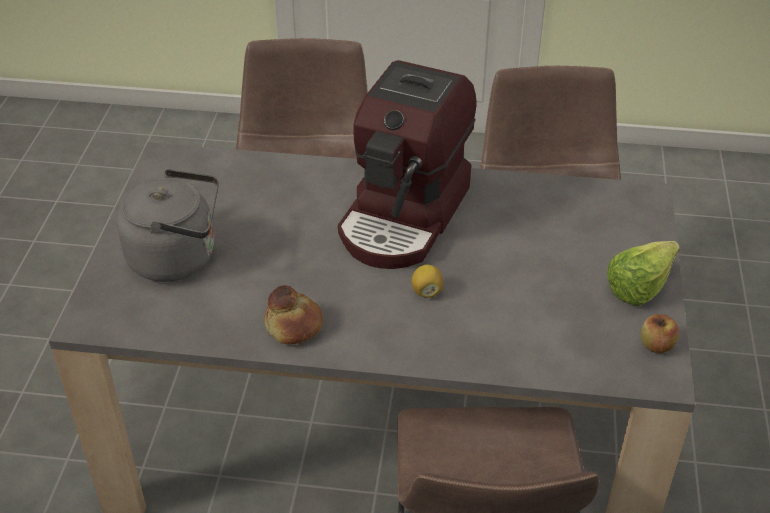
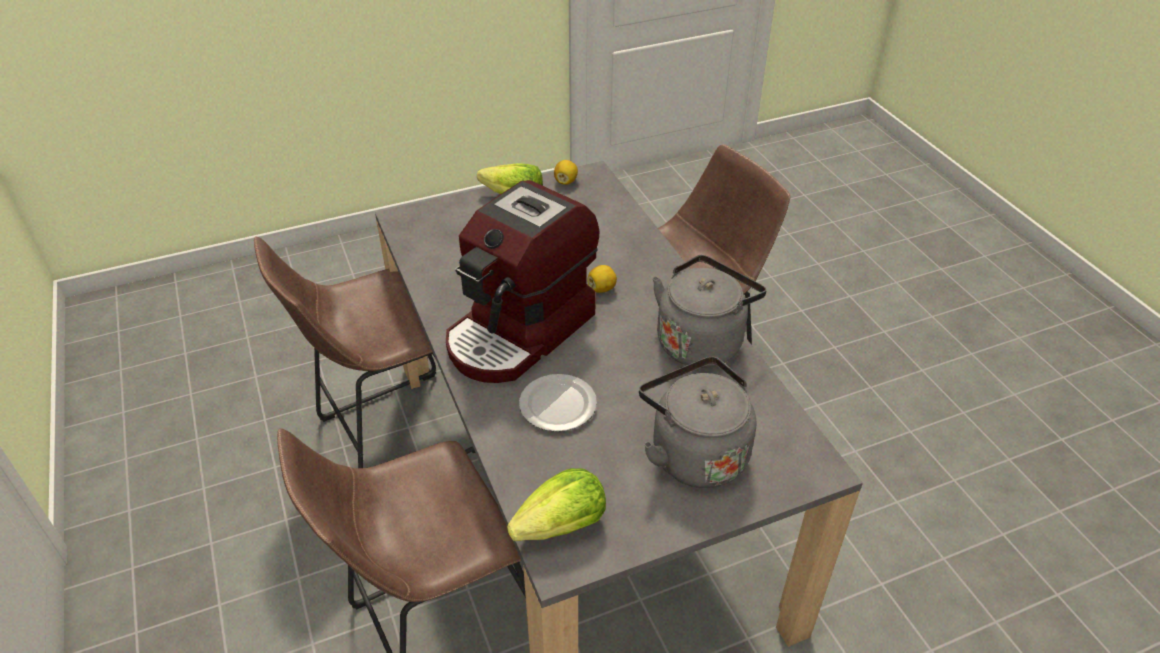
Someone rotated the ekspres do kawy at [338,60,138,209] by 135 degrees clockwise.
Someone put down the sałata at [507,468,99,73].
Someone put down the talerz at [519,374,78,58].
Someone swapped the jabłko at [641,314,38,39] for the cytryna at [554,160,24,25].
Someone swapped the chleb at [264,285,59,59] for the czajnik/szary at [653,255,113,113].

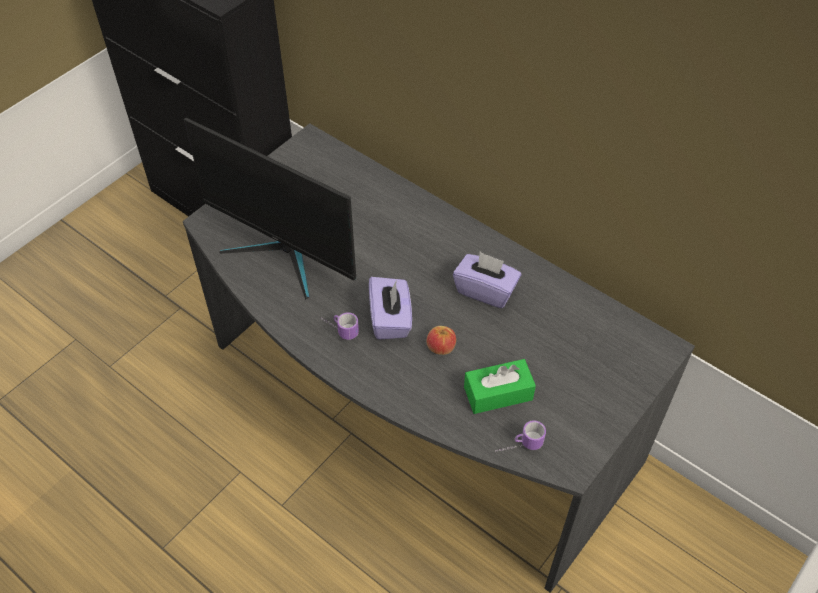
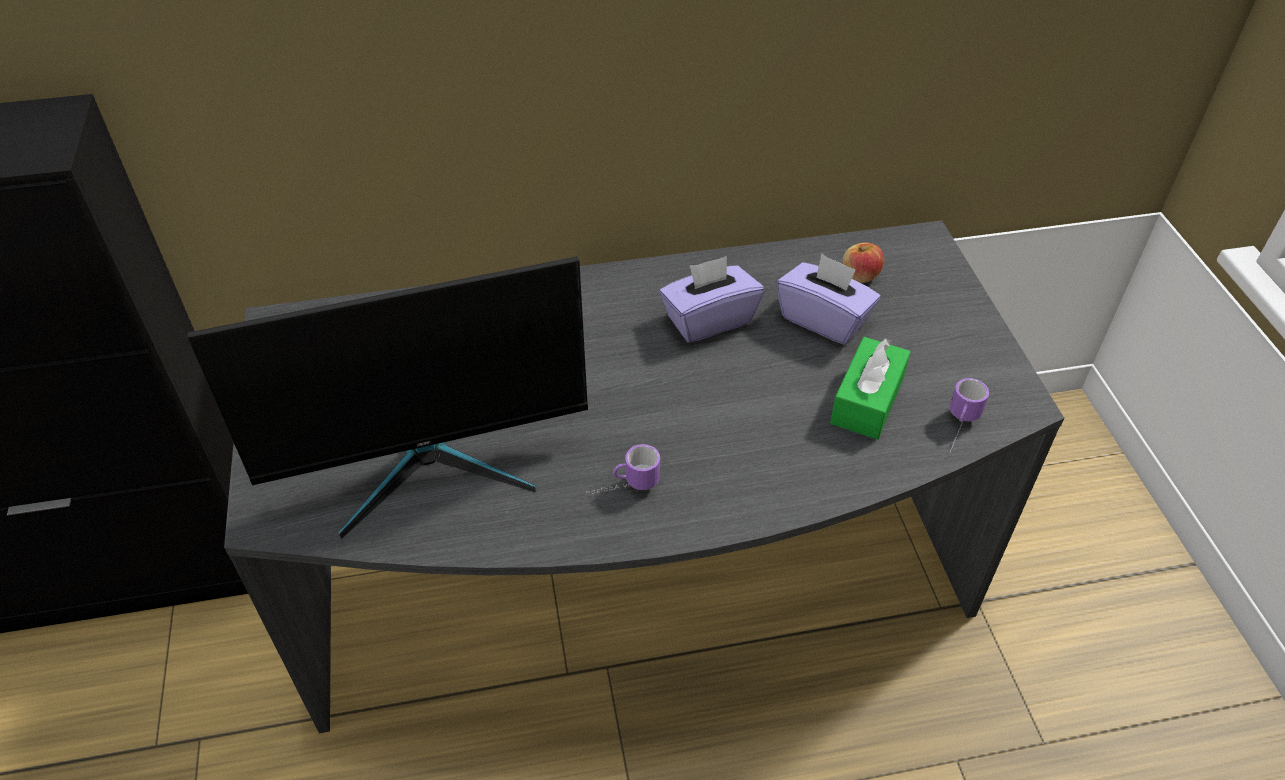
Someone carried the pudełko chusteczek/fioletowy from [369,277,43,63] to [777,254,104,91].
Someone carried the jabłko from [426,326,30,29] to [843,242,41,41].

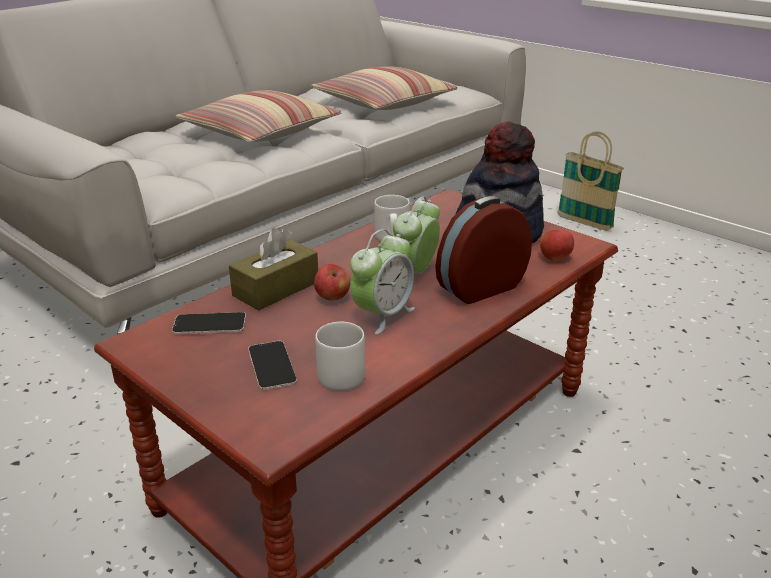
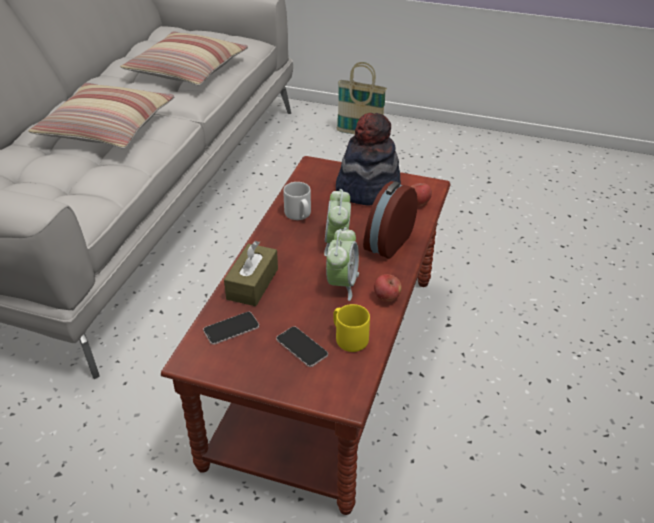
Someone repainted the kubek/szary at [315,322,50,69], which became the kubek/żółty at [333,304,37,48].
Someone carried the jabłko from [314,264,37,37] to [374,274,28,28].

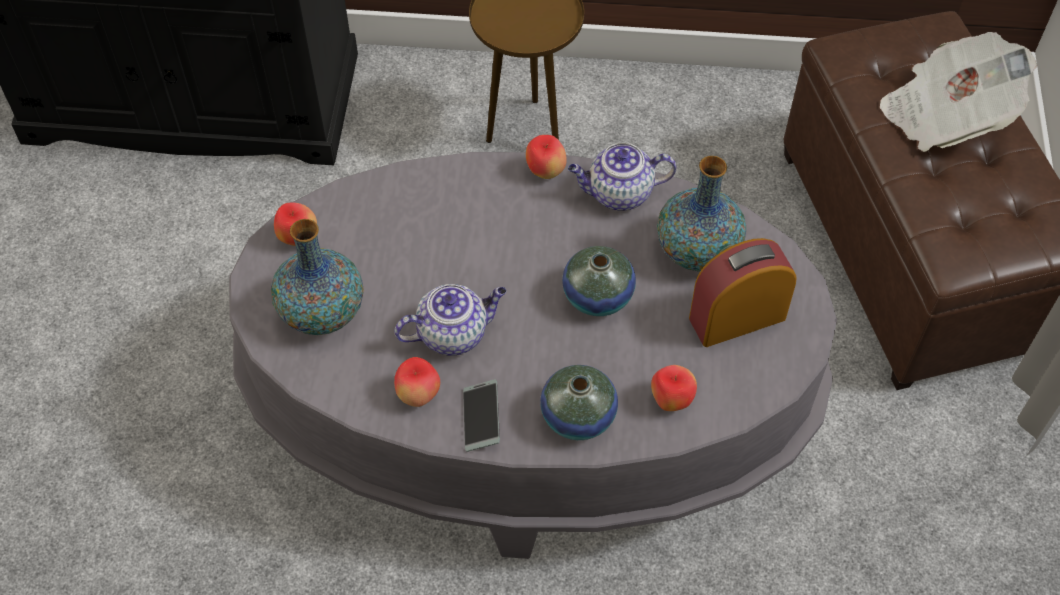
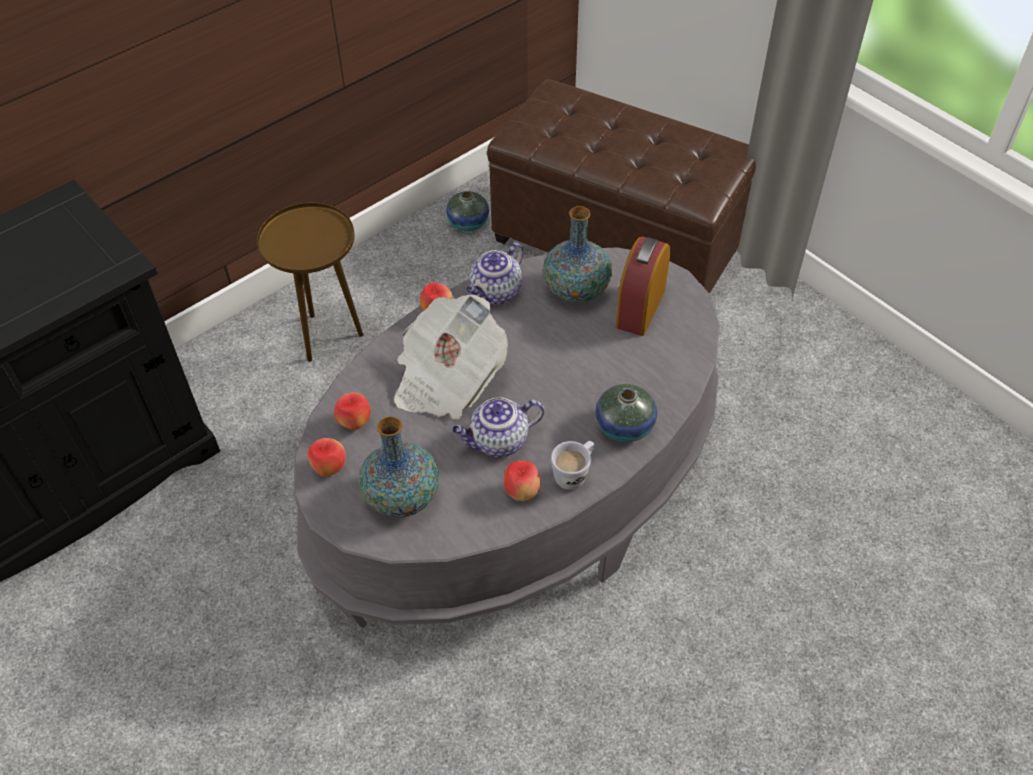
Someone carried the jabłko from [651,365,46,46] to [334,392,37,38].
Someone carried the gazeta from [880,32,157,120] to [394,295,114,124].
Someone carried the wazon from [562,246,74,70] to [446,191,43,40].
Someone rotated the imbryk at [394,284,112,72] by 135 degrees counterclockwise.
Someone swapped the telefon at [463,379,37,73] for the kubek/biały at [551,441,44,49].

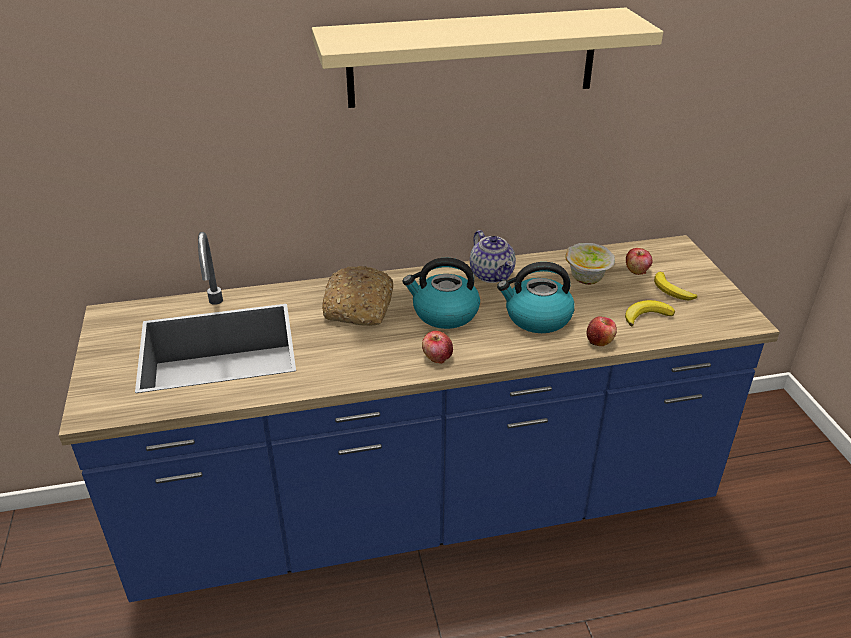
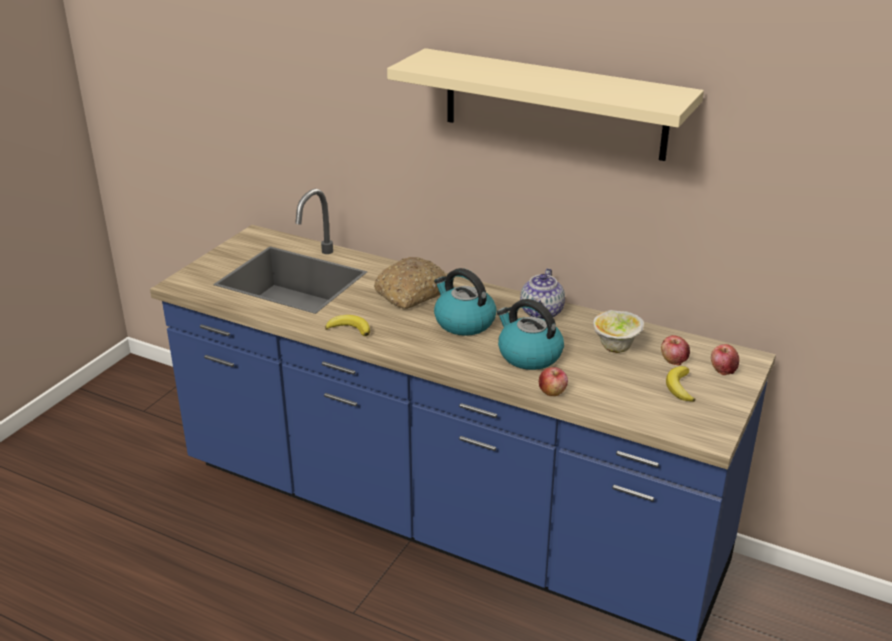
Someone carried the banan from [625,300,50,27] to [325,315,45,21].
Someone carried the jabłko from [422,331,31,33] to [711,344,28,31].

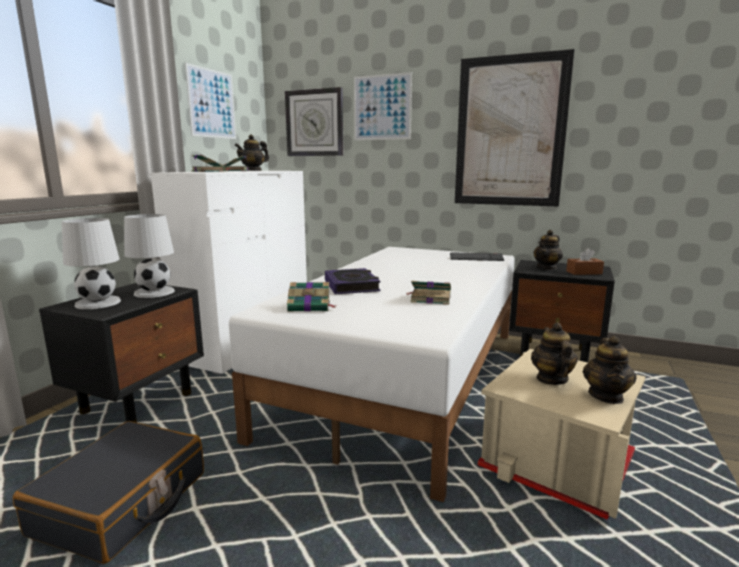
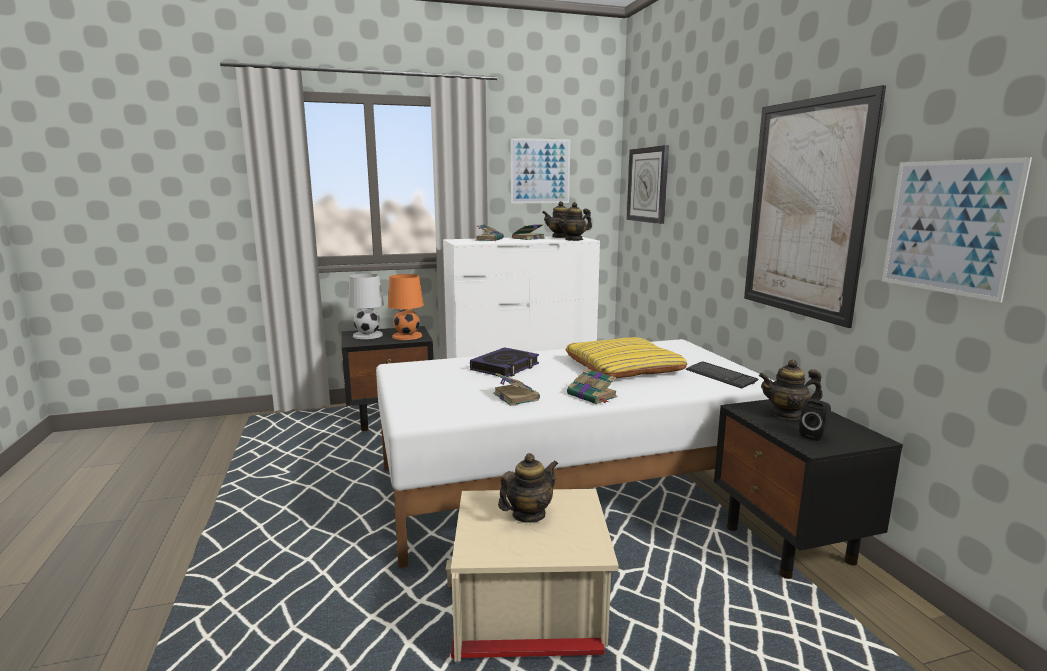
Someone repainted the lampa stołowa/biały at [124,214,51,84], which became the lampa stołowa/pomarańczowy at [388,274,36,66].
Someone carried the imbryk from [583,336,53,68] to [557,202,35,39].
Someone put down the poduszka/żółty at [565,337,122,41].
Someone carried the książka from [287,282,49,30] to [567,368,50,36].
Someone swapped the pudełko chusteczek/brązowy at [566,248,38,27] for the głośnik/czarny at [799,398,32,43].
Someone carried the obraz from [354,72,58,68] to [882,157,150,146].
Someone took away the walizka/czarny at [13,421,191,143].

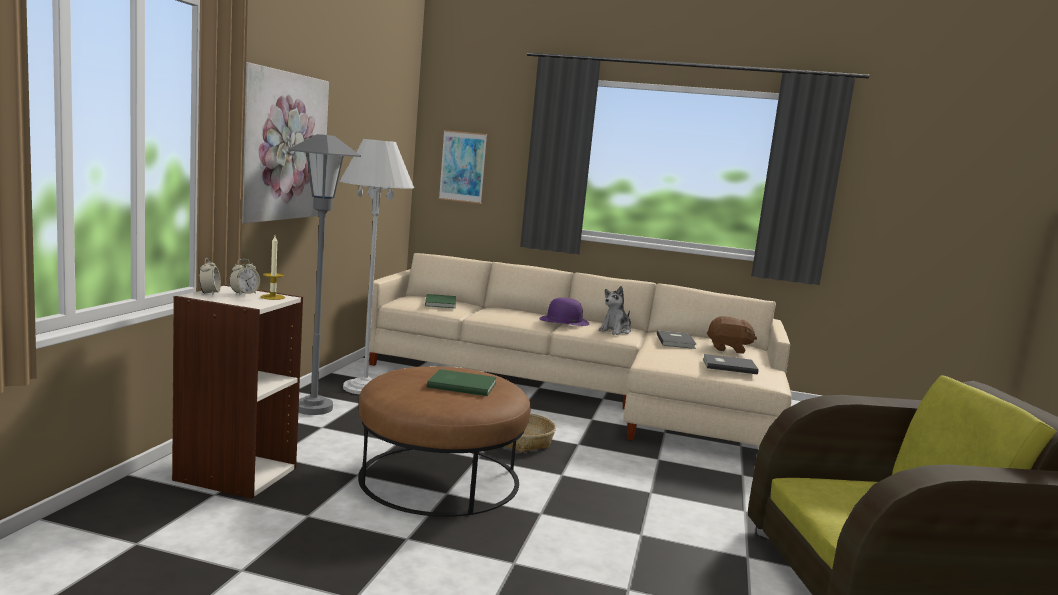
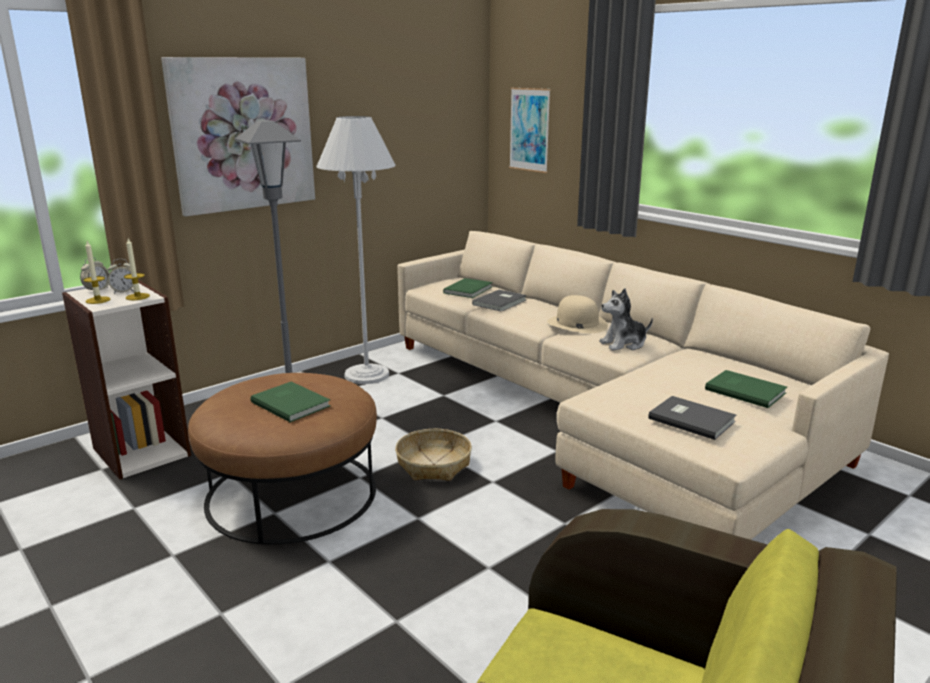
Someone put down the świeca at [84,241,27,63].
Someone carried the książka/szary from [657,331,40,18] to [472,290,55,21].
Someone repainted the kapelusz/fioletowy at [539,298,50,28], which became the kapelusz/beżowy at [547,295,61,38].
Someone swapped the pluszak/brązowy at [707,316,50,38] for the książka/zielony at [705,370,82,38].

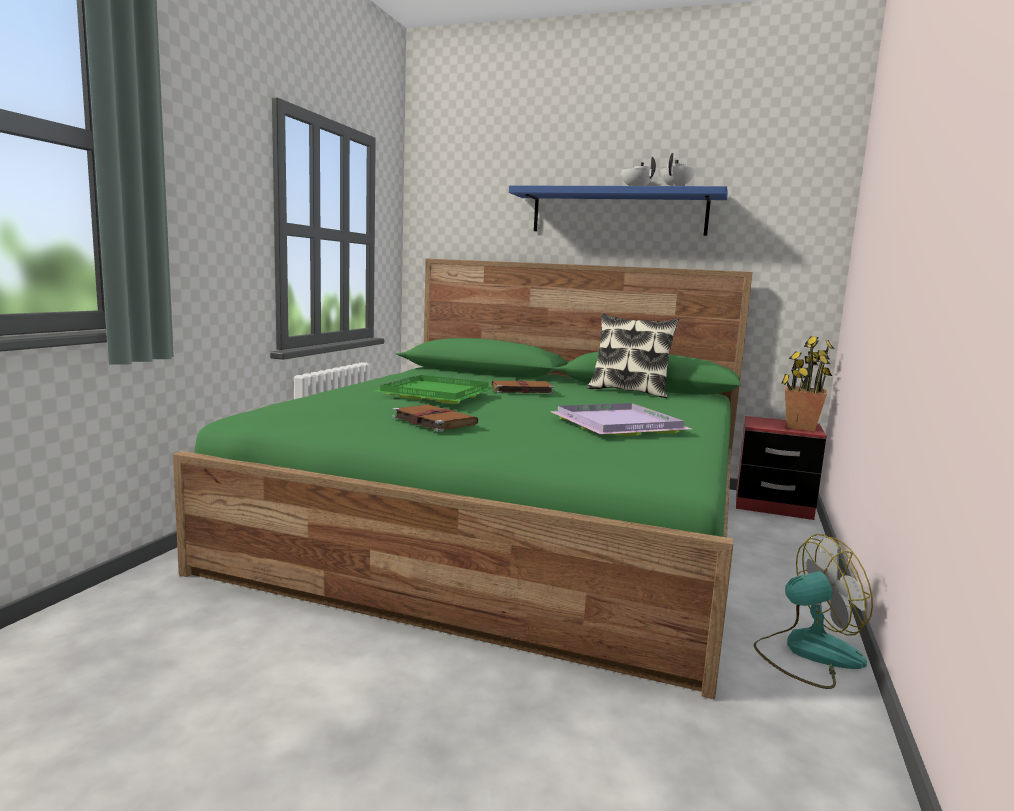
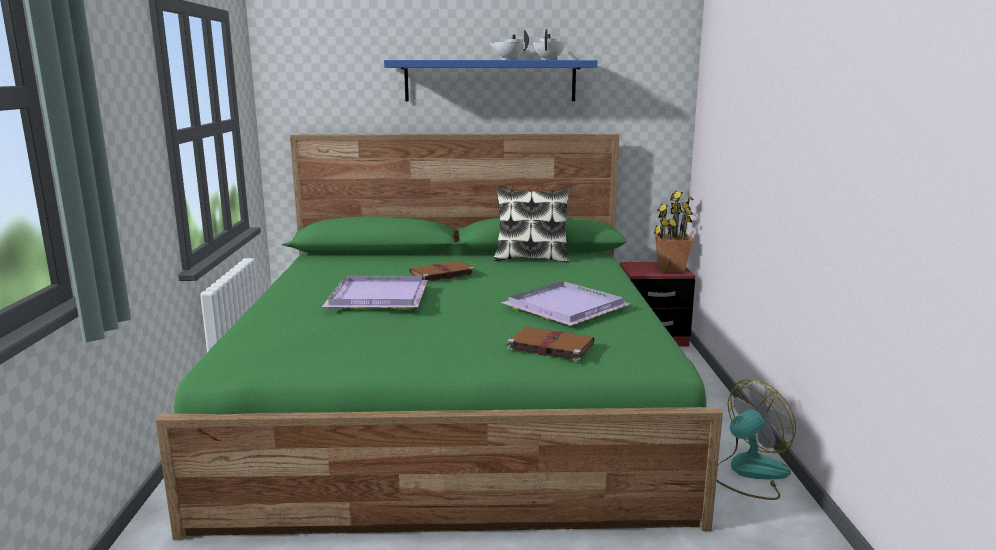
Someone repainted the taca/zielony at [375,375,119,29], which became the taca/fioletowy at [322,276,106,34].
Someone carried the książka/brązowy from [392,404,86,28] to [506,327,89,34].

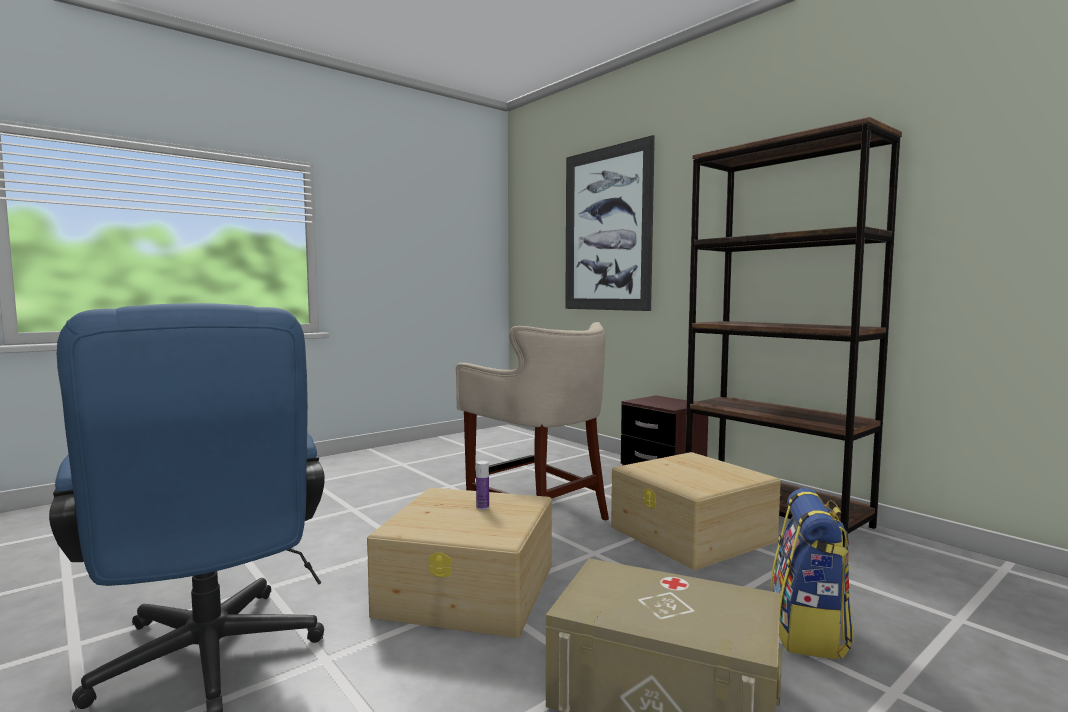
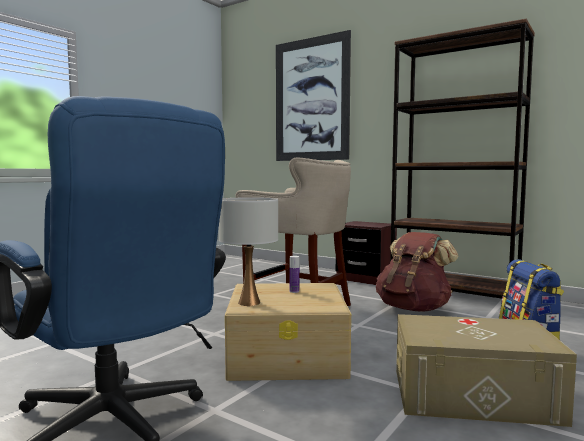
Someone put down the lampa stołowa/biały at [219,197,59,109].
Someone swapped the pojemnik do przechowywania/beżowy at [611,452,170,118] for the plecak/brązowy at [376,232,82,80].

